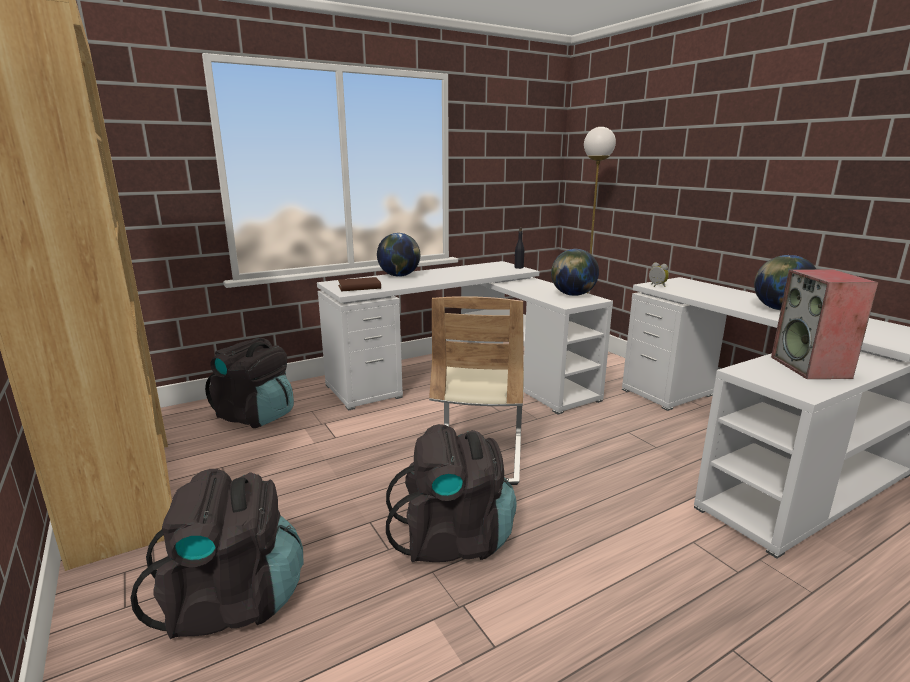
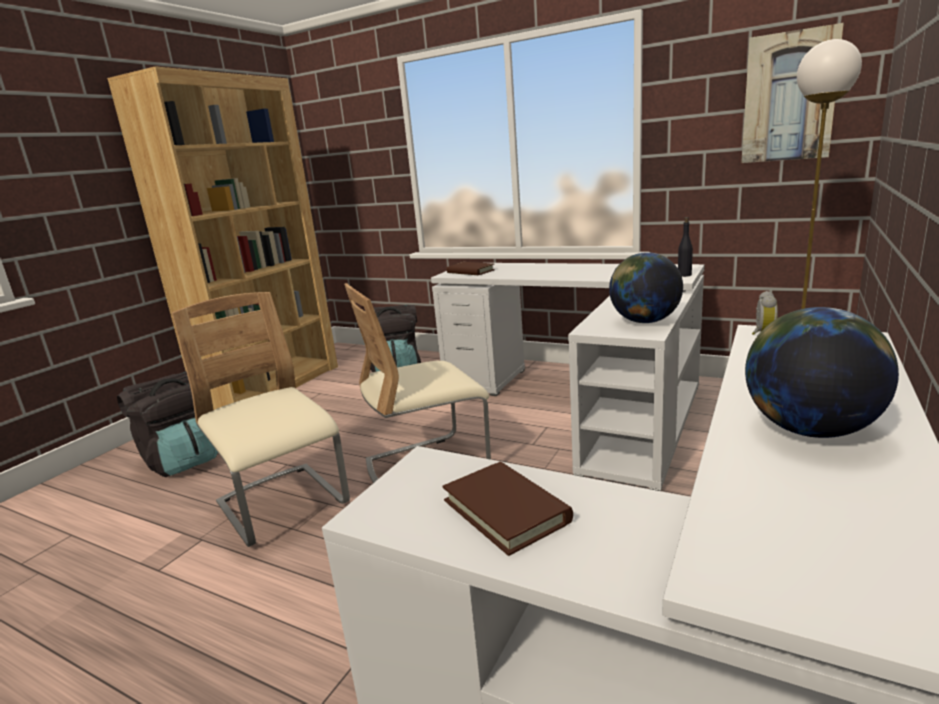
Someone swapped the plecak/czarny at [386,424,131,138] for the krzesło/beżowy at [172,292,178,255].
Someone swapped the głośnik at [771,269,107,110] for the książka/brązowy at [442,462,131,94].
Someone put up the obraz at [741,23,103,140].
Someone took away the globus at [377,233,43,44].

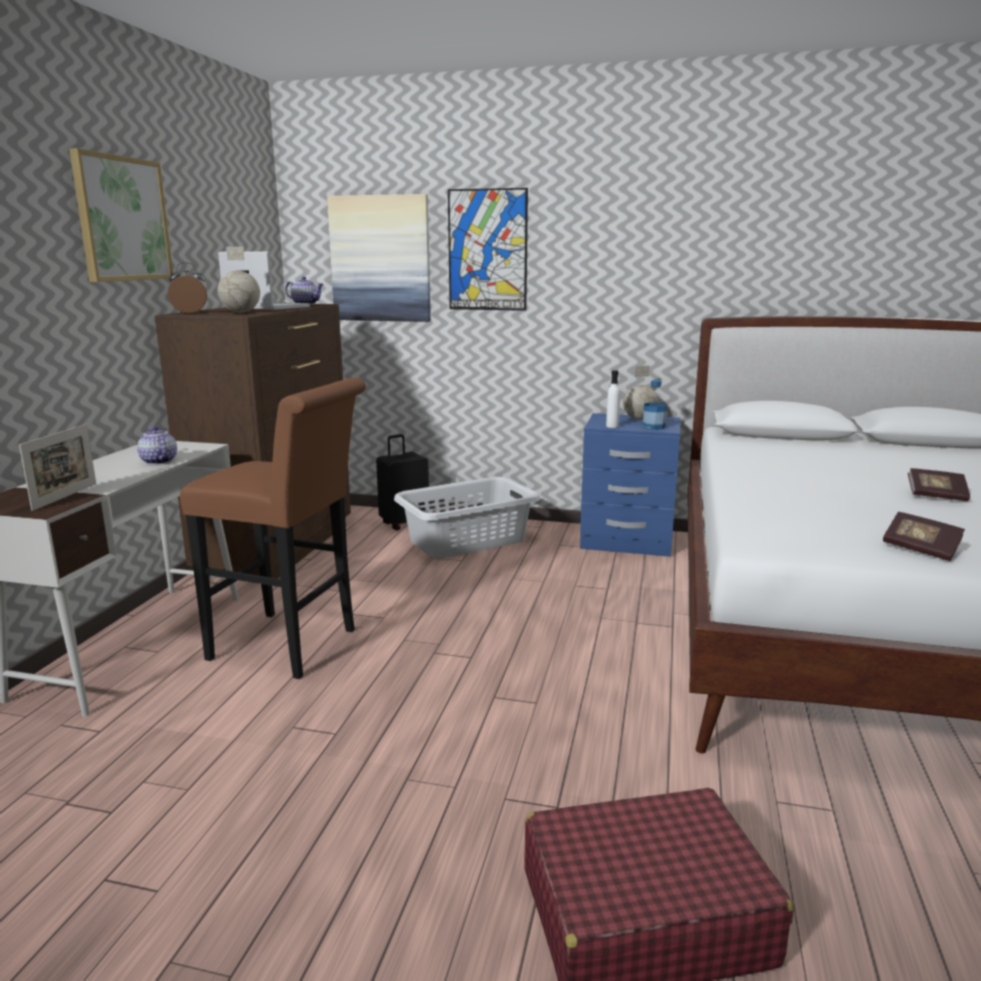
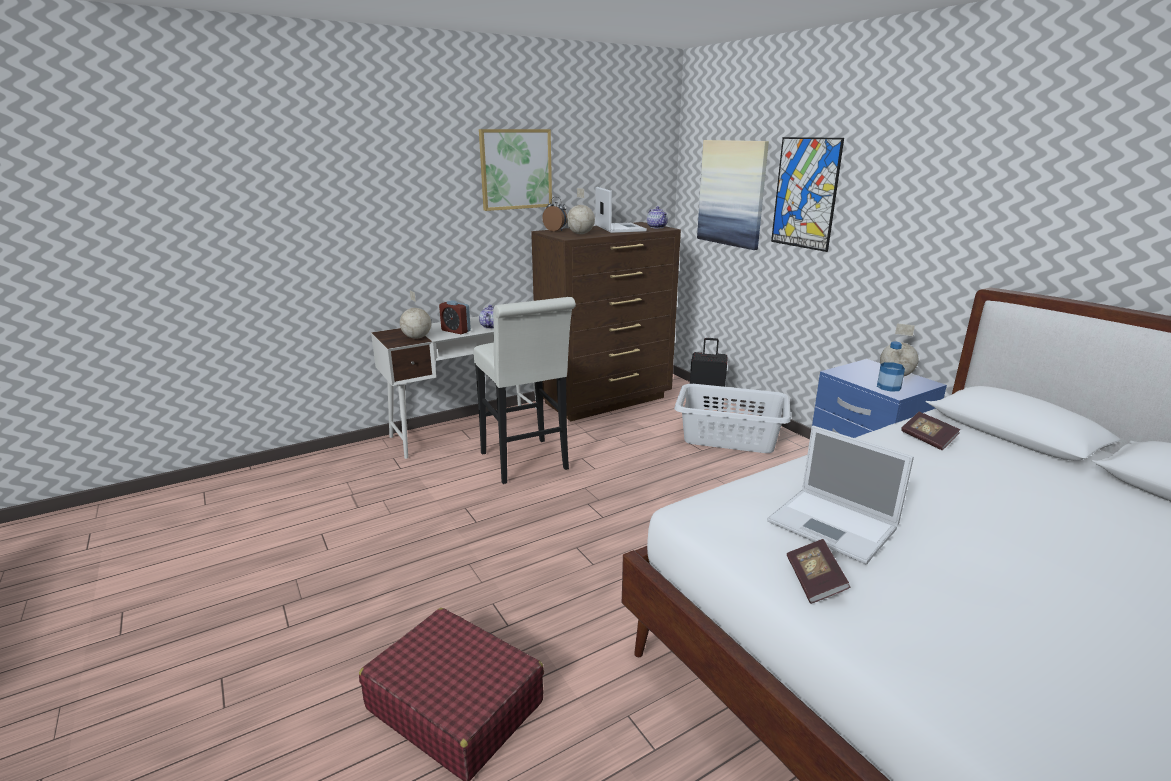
Someone swapped the ramka na zdjęcie at [19,424,77,87] for the globus at [400,290,31,49].
Someone put down the budzik at [439,300,32,34].
Someone repainted the stołek/brązowy at [180,378,186,301], which became the stołek/biały at [474,297,102,187].
Someone put down the laptop at [767,426,147,138].
Someone carried the książka from [908,468,62,33] to [901,412,59,38].
Someone took away the butelka/biały at [606,370,14,58].

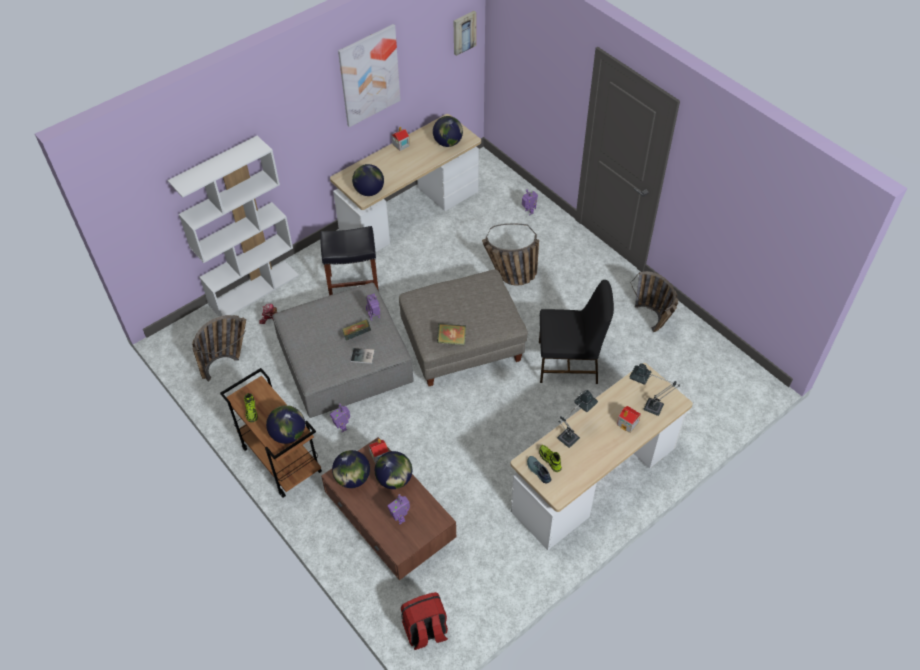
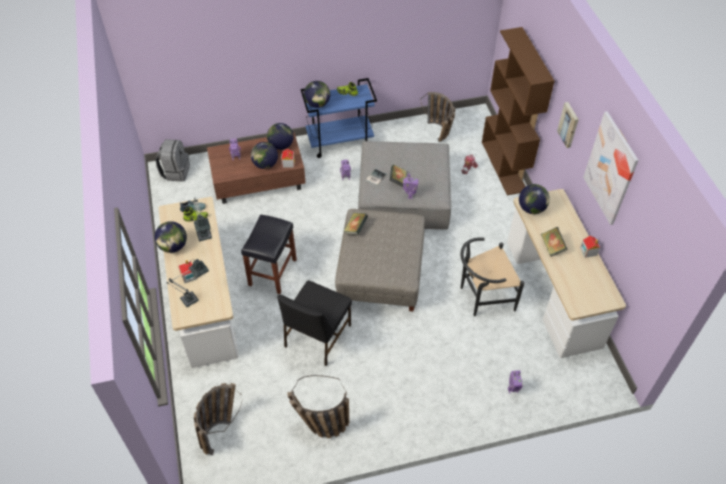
Someone repainted the plecak/czerwony at [401,592,47,58], which became the plecak/szary at [155,139,35,43].
Someone carried the globus from [433,116,30,31] to [155,221,32,32].
Someone carried the koszyk from [482,223,57,63] to [194,383,48,72].
Someone carried the stołek/czarny from [320,226,59,70] to [241,214,56,80].
Someone repainted the wózek/brązowy at [220,368,102,130], which became the wózek/niebieski at [301,78,76,80].
Someone put down the krzesło/czarny at [460,237,64,79].
Someone repainted the regał/biały at [167,136,132,181], which became the regał/brązowy at [482,27,73,168].
Someone put down the książka at [541,227,27,30].
Someone carried the obraz from [454,11,22,45] to [557,102,22,46].

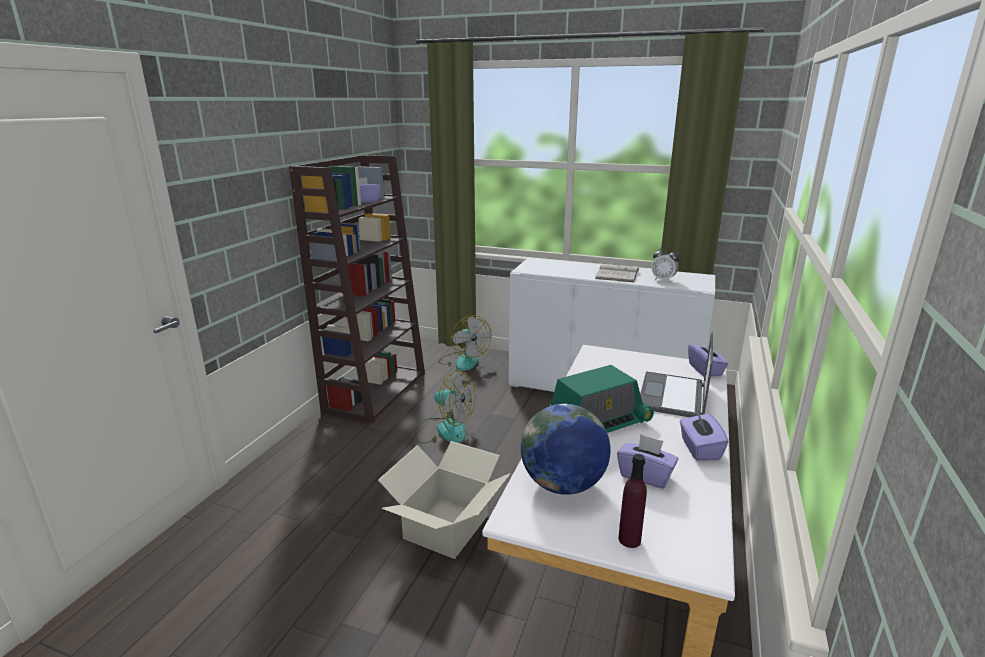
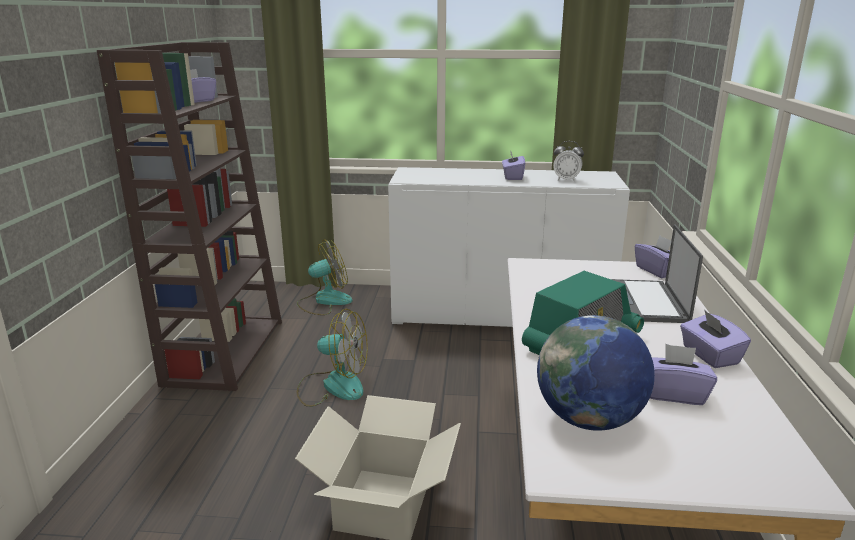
Someone rotated the wentylator at [438,315,54,56] by 75 degrees counterclockwise.
Someone swapped the książka/biały at [595,265,44,17] for the pudełko chusteczek/fioletowy at [502,152,23,28].
Someone took away the butelka/fioletowy at [619,454,28,94].

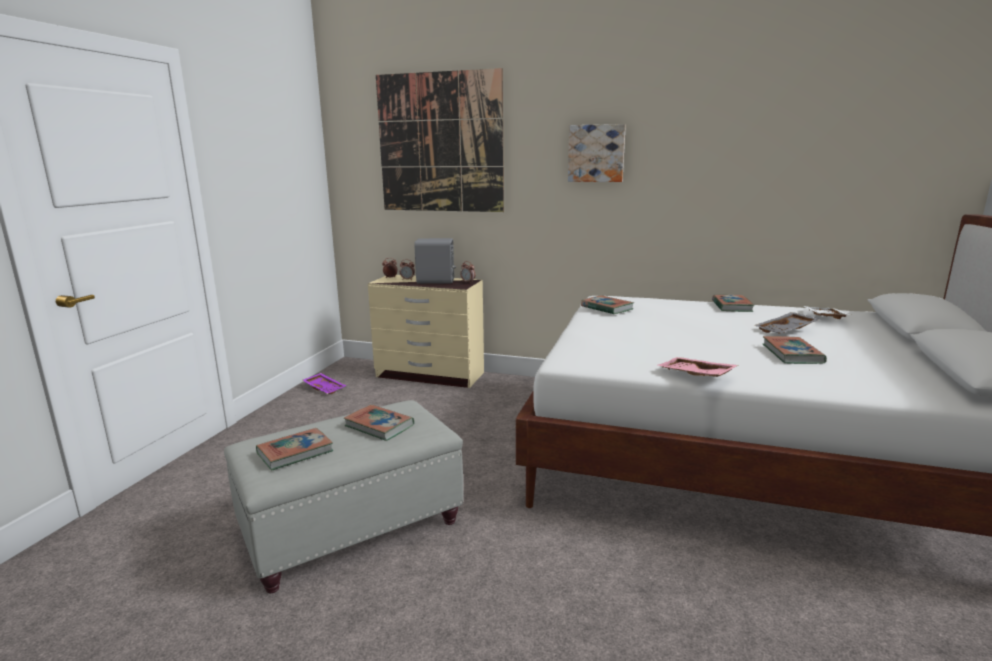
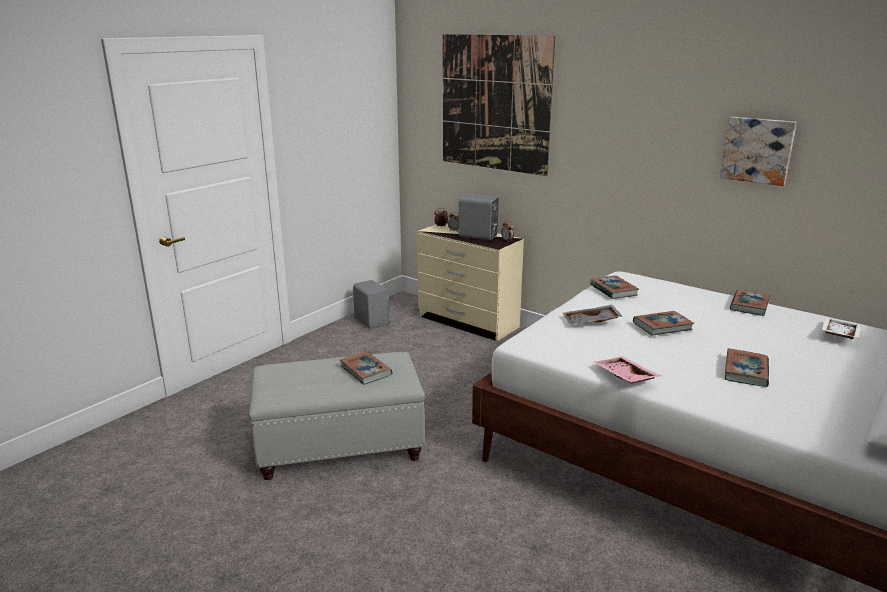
Someone swapped the taca/fioletowy at [302,373,44,21] for the głośnik/szary at [353,280,37,48].
Someone carried the taca/szary from [754,312,65,22] to [563,305,59,20].
Someone carried the książka from [256,428,78,43] to [633,311,61,25].
Someone carried the obraz from [568,124,58,58] to [720,117,77,69].

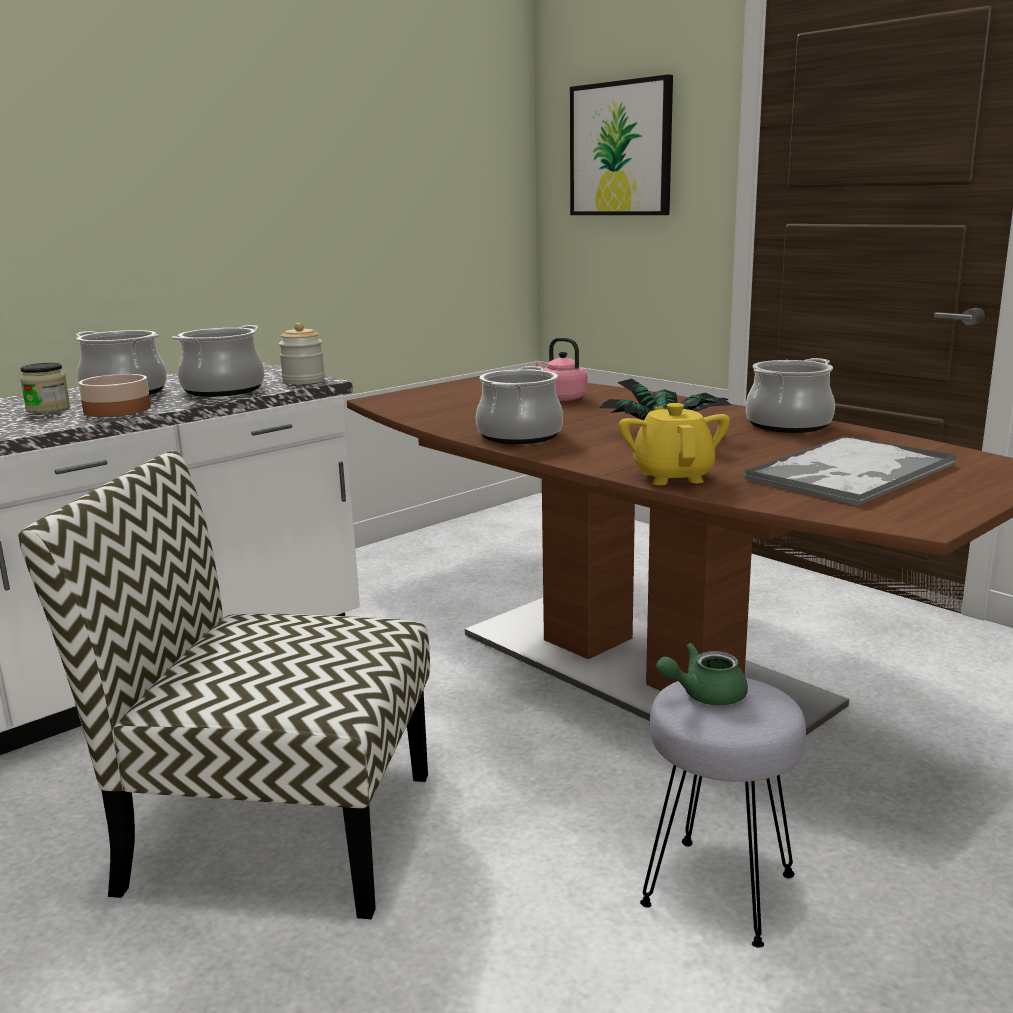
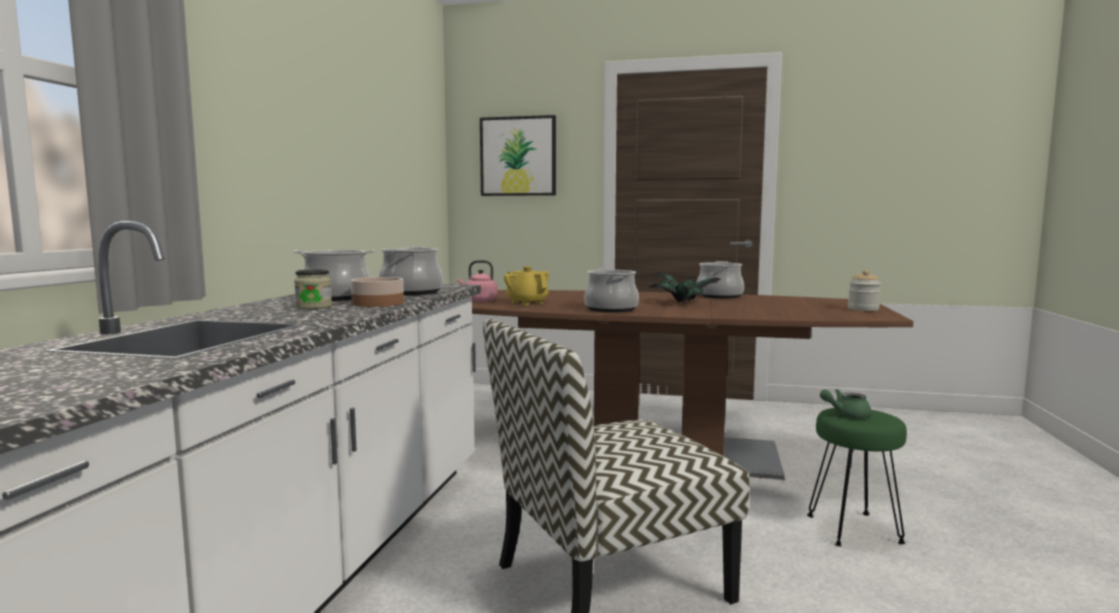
Someone carried the czajnik/różowy from [536,338,51,63] to [457,260,40,42].
Someone carried the imbryk/żółty from [619,403,111,82] to [504,266,45,39].
Someone repainted the stołek/szary at [640,678,166,270], which became the stołek/zielony at [807,408,100,138].
Someone rotated the imbryk/zielony at [656,643,92,62] by 45 degrees clockwise.
Someone carried the słoik from [279,323,46,61] to [848,270,33,41].
Someone took away the taca at [743,435,213,71].

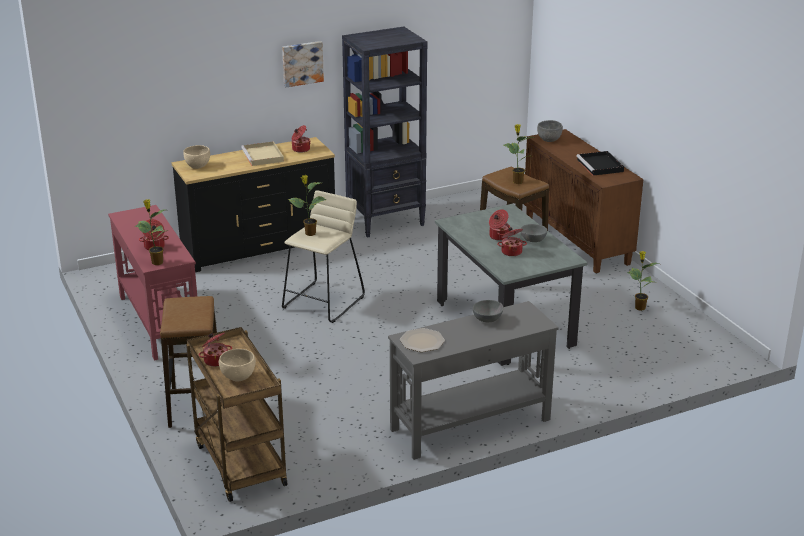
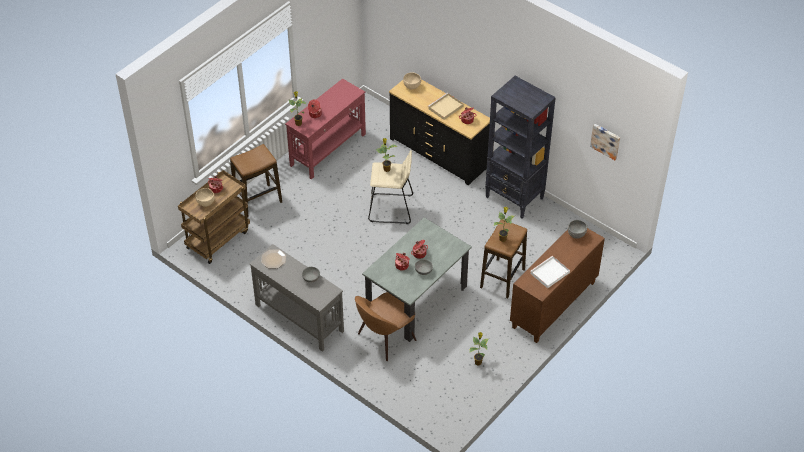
Someone put down the krzesło/brązowy at [355,292,62,69].
Someone repainted the taca/czarny at [576,151,48,25], which became the taca/biały at [531,256,39,32].
Someone carried the obraz from [282,41,42,46] to [590,124,30,36].

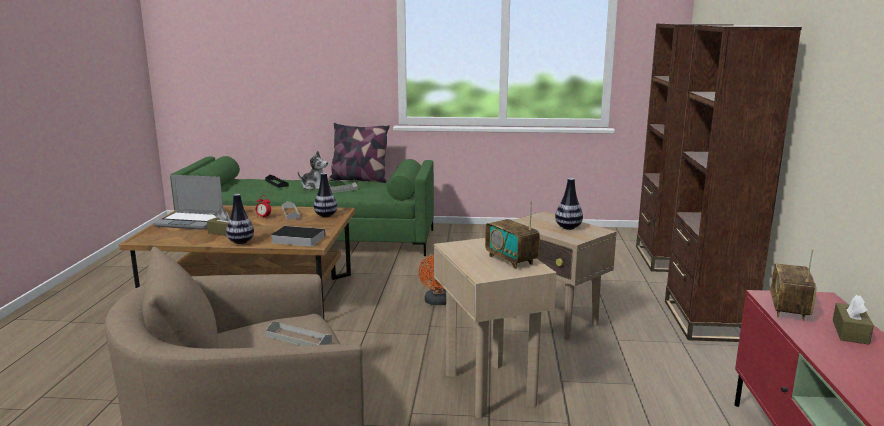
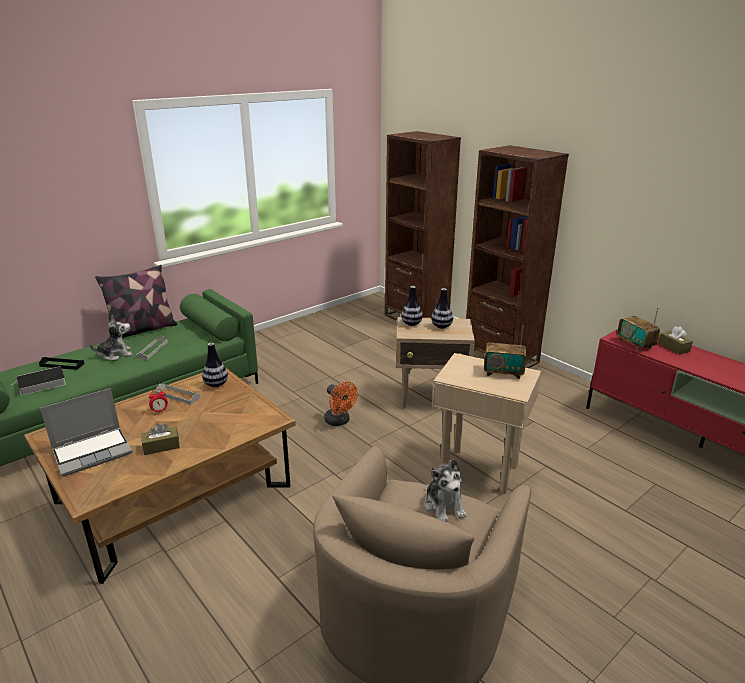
Someone carried the książka from [271,226,54,21] to [10,366,56,30].
Someone carried the wazon from [226,194,28,50] to [401,286,22,40].
Someone swapped the taca/szary at [266,322,66,24] for the pluszak at [424,459,42,63].

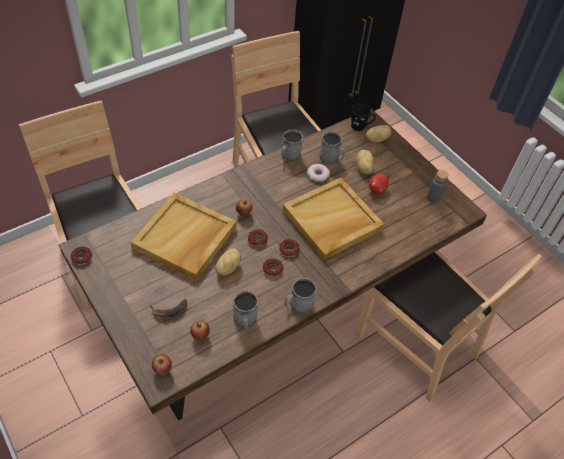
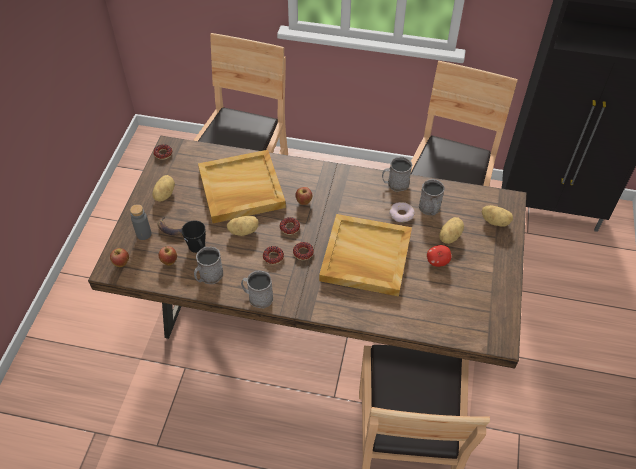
Someone carried the butelka/szary from [427,170,21,33] to [130,204,22,36].
Someone put down the ziemniak at [152,175,23,27].
Someone carried the kubek/czarny from [351,103,25,28] to [182,220,24,33].

